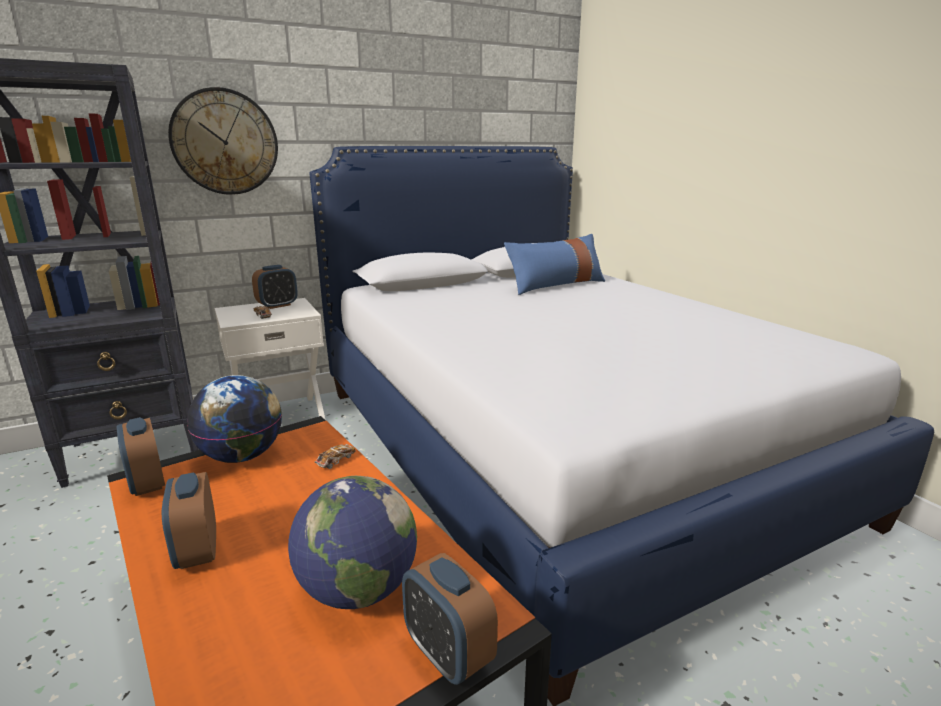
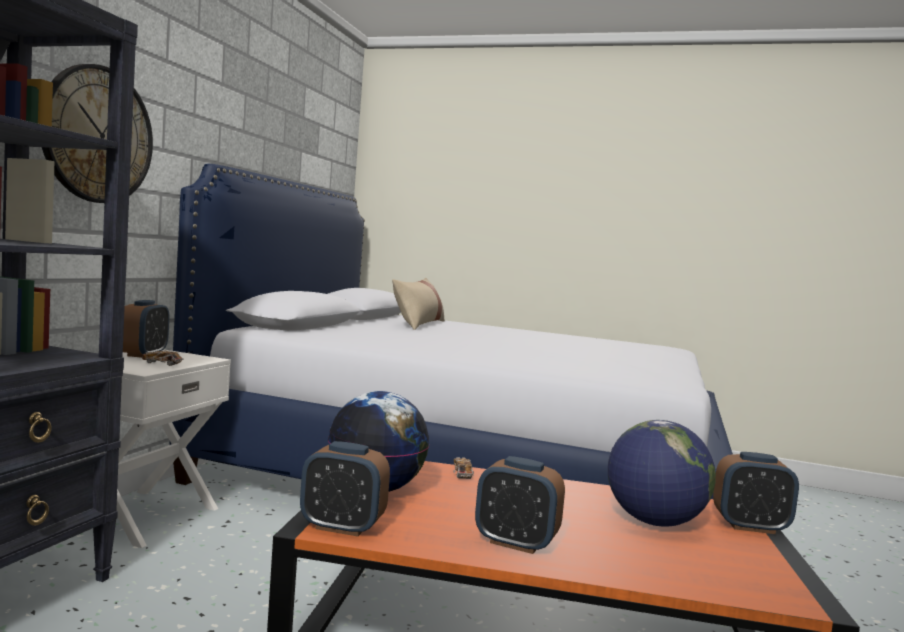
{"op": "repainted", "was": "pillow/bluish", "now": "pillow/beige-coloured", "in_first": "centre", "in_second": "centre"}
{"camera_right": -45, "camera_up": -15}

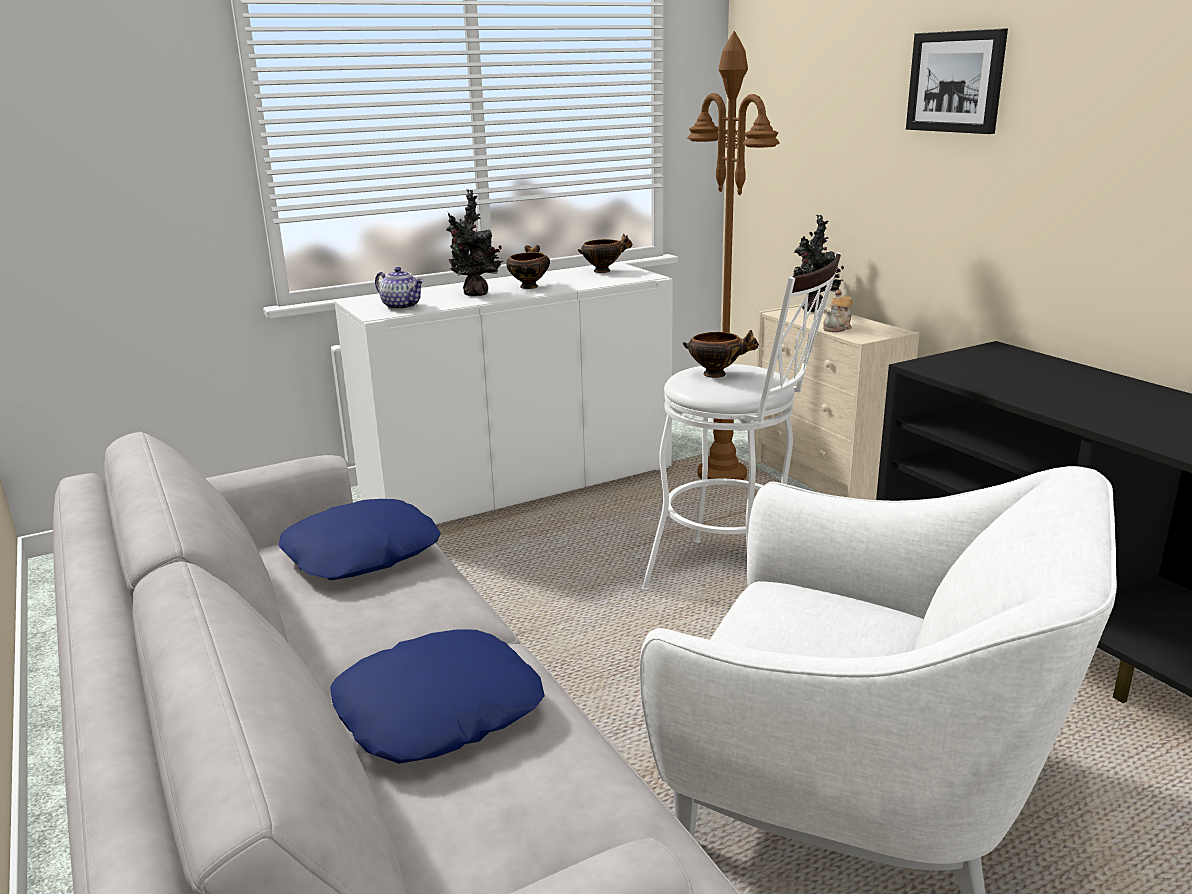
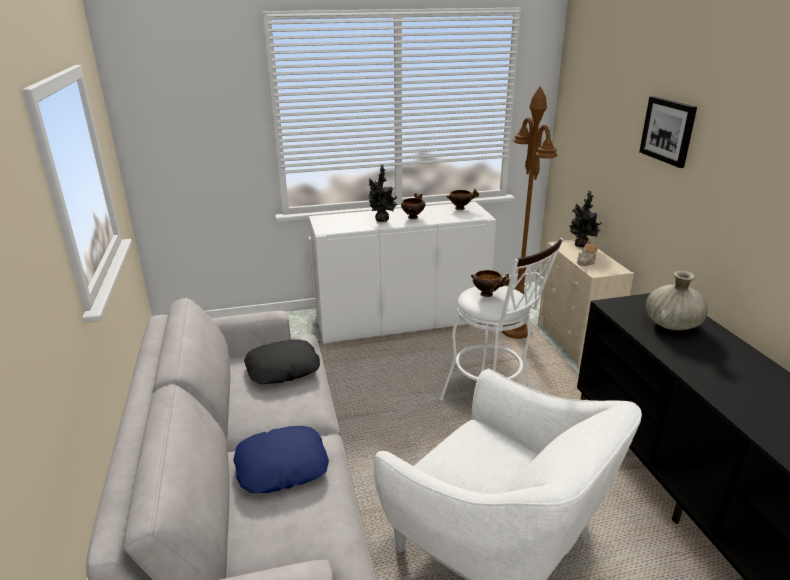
{"op": "repainted", "was": "pillow/bluish (no. 1 from left)", "now": "pillow/blackish", "in_first": "middle left", "in_second": "centre"}
{"op": "gone", "was": "teapot (no. 1 from left)", "in_first": "top centre"}
{"op": "new", "now": "flower vase/beige-coloured", "in_second": "middle right"}
{"camera_right": 15, "camera_up": 5}

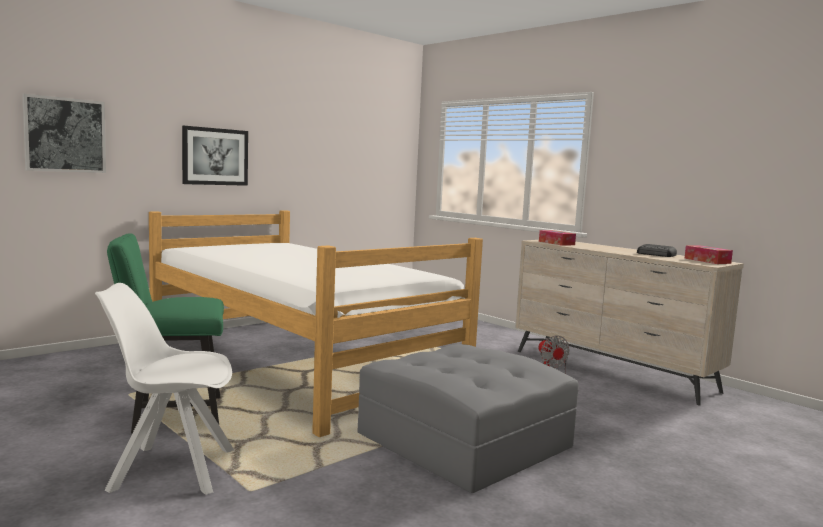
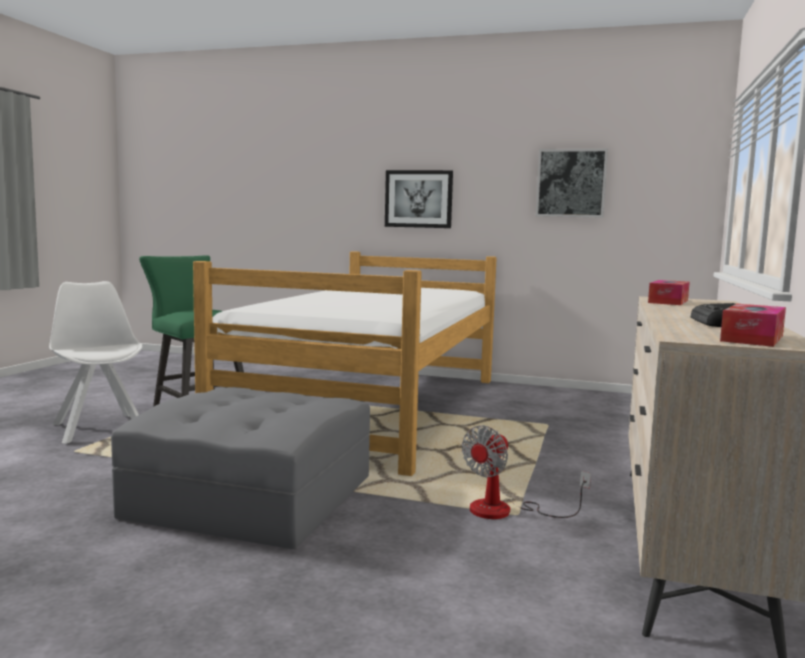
{"op": "shifted", "was": "wall art (no. 1 from left in the first image)", "now": "wall art (no. 2 from left)", "in_first": "top left", "in_second": "top right"}
{"camera_right": 60, "camera_up": 0}

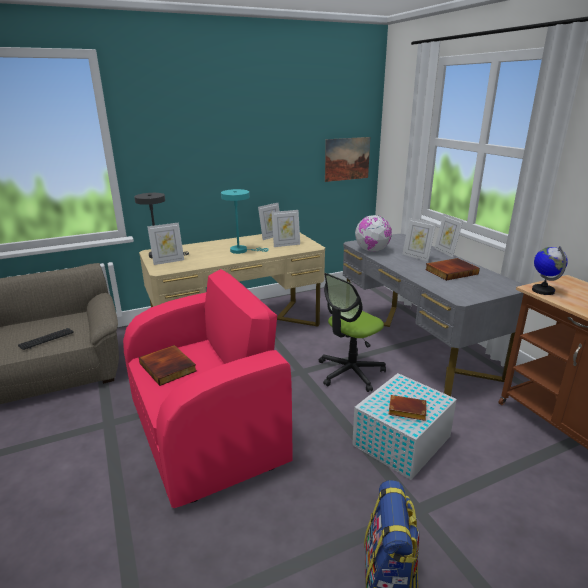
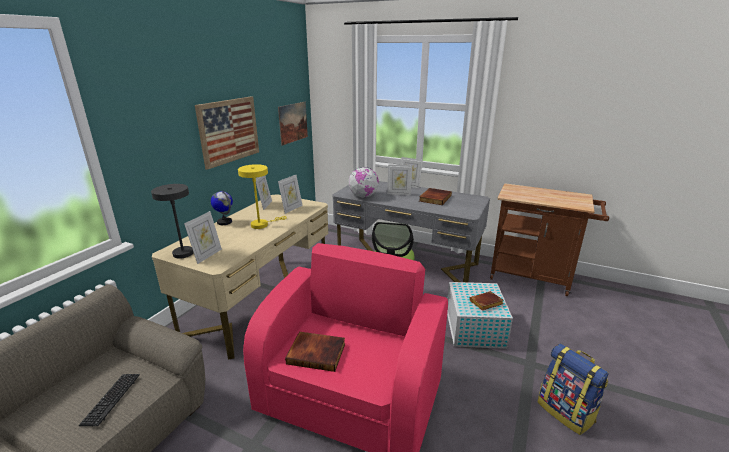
{"op": "repainted", "was": "table lamp/blue-green", "now": "table lamp/yellowish", "in_first": "centre", "in_second": "centre"}
{"op": "shifted", "was": "globe (no. 2 from left in the first image)", "now": "globe (no. 1 from left)", "in_first": "middle right", "in_second": "middle left"}
{"op": "new", "now": "wall art (no. 1 from left)", "in_second": "top left"}
{"camera_right": -40, "camera_up": 0}

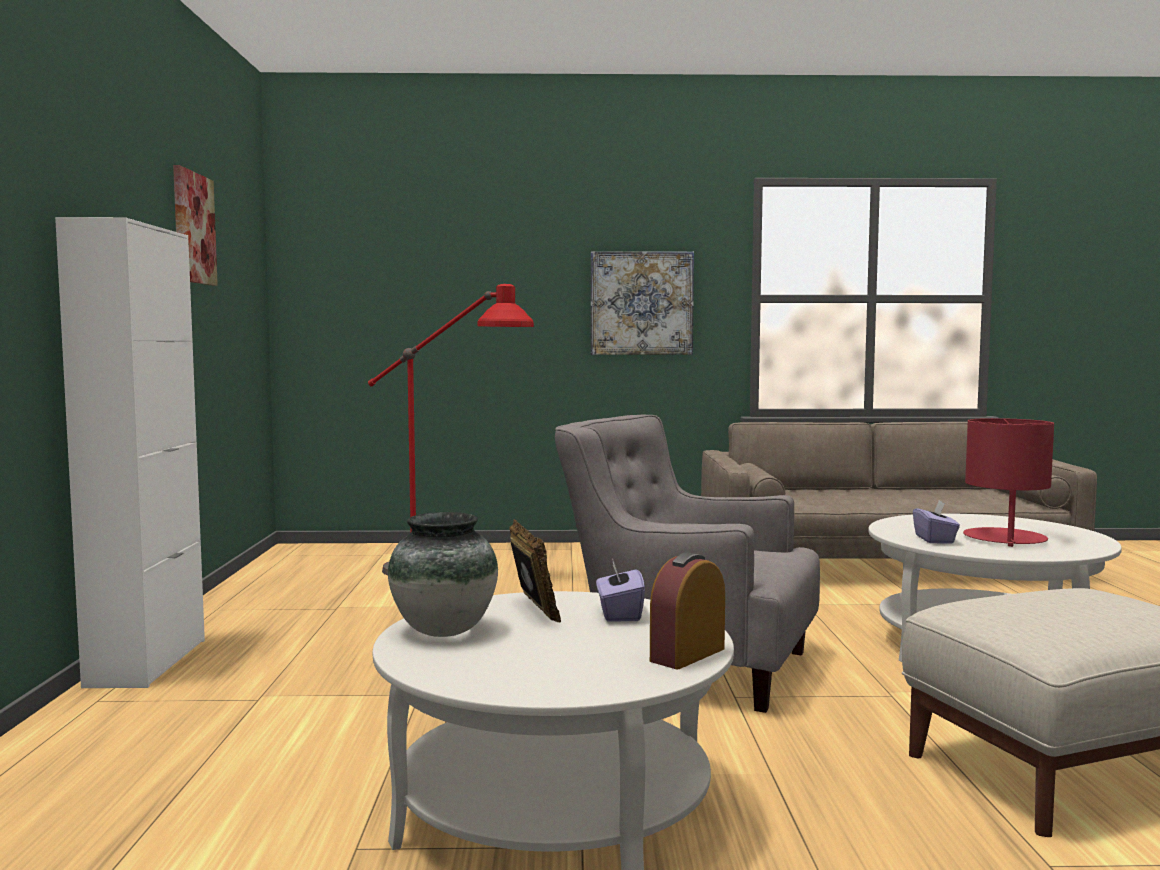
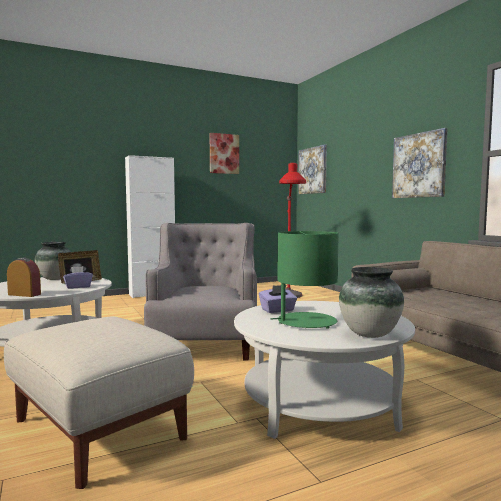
{"op": "repainted", "was": "table lamp/reddish", "now": "table lamp/green-coloured", "in_first": "middle right", "in_second": "centre"}
{"op": "new", "now": "wall art (no. 2 from left)", "in_second": "centre"}
{"op": "new", "now": "flower vase (no. 2 from left)", "in_second": "middle right"}
{"camera_right": 65, "camera_up": 0}

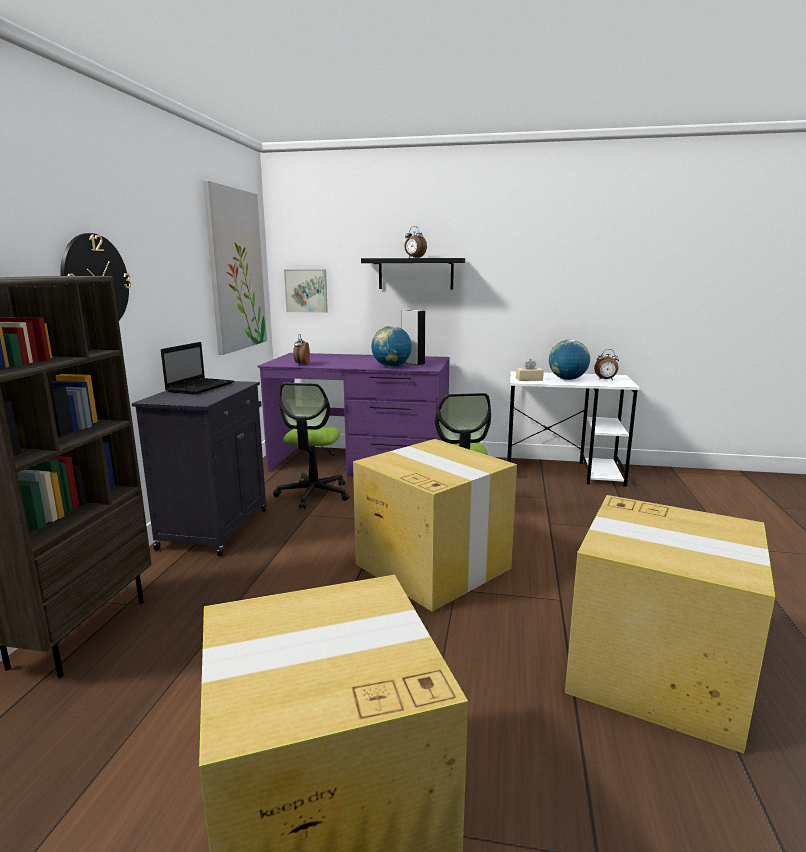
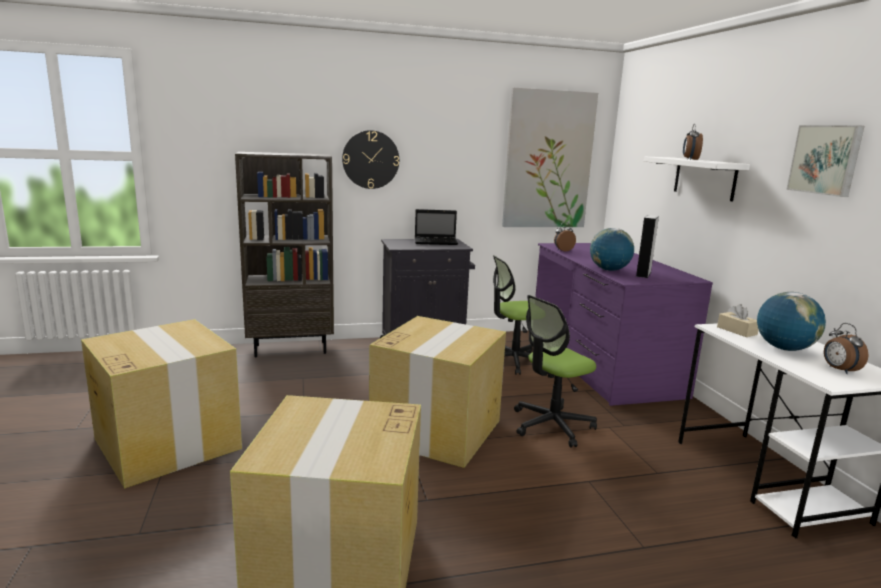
{"op": "shifted", "was": "wall art (no. 2 from left)", "in_first": "centre", "in_second": "top right"}
{"op": "repainted", "was": "wall shelf/blackish", "now": "wall shelf/white-coloured", "in_first": "top centre", "in_second": "top right"}
{"camera_right": 65, "camera_up": 0}

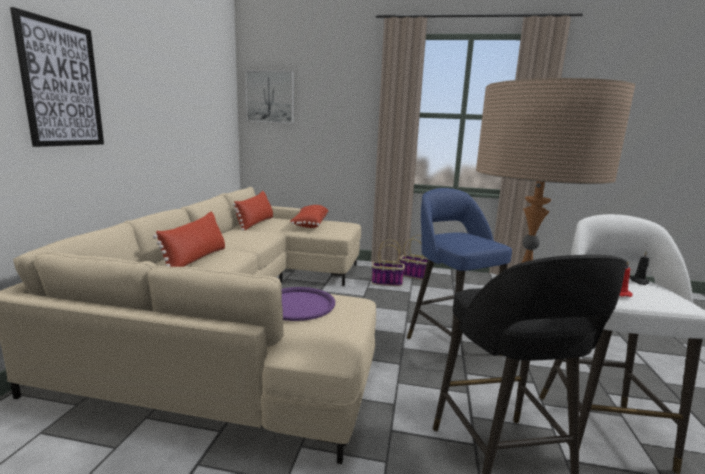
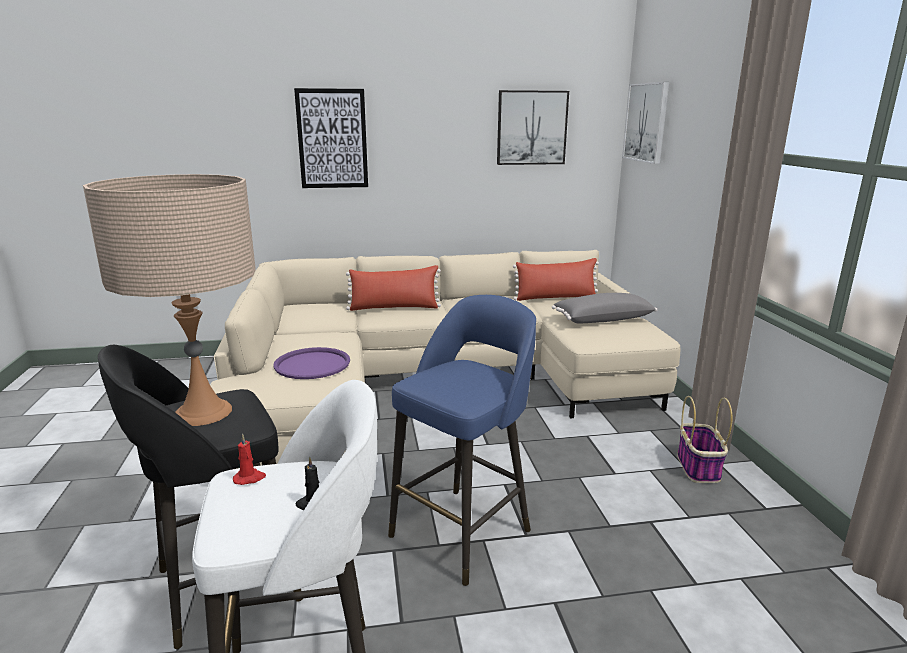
{"op": "repainted", "was": "pillow/reddish (no. 3 from left)", "now": "pillow/gray", "in_first": "centre", "in_second": "centre"}
{"op": "gone", "was": "basket (no. 1 from left)", "in_first": "centre"}
{"op": "new", "now": "wall art (no. 2 from left)", "in_second": "top centre"}
{"camera_right": 70, "camera_up": 5}

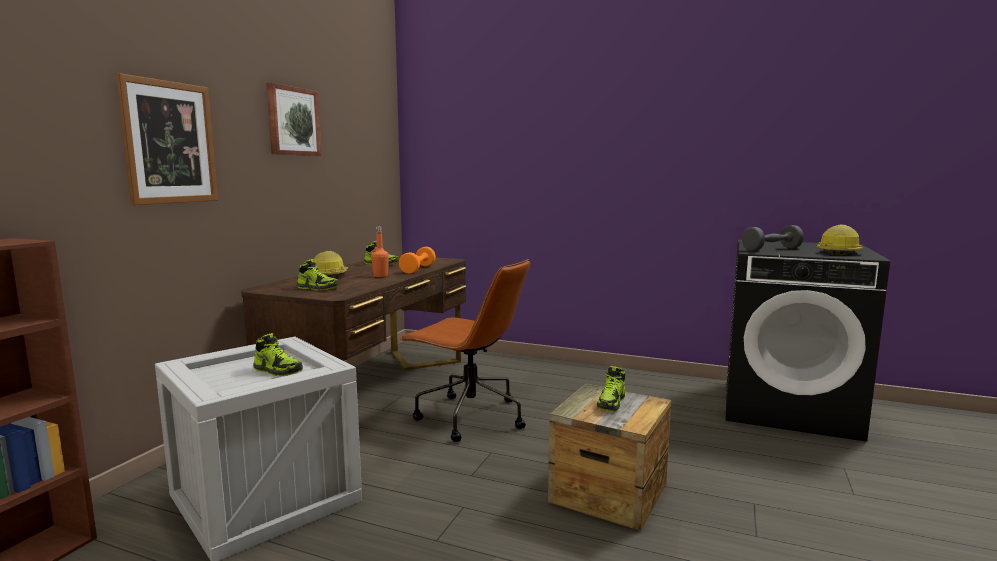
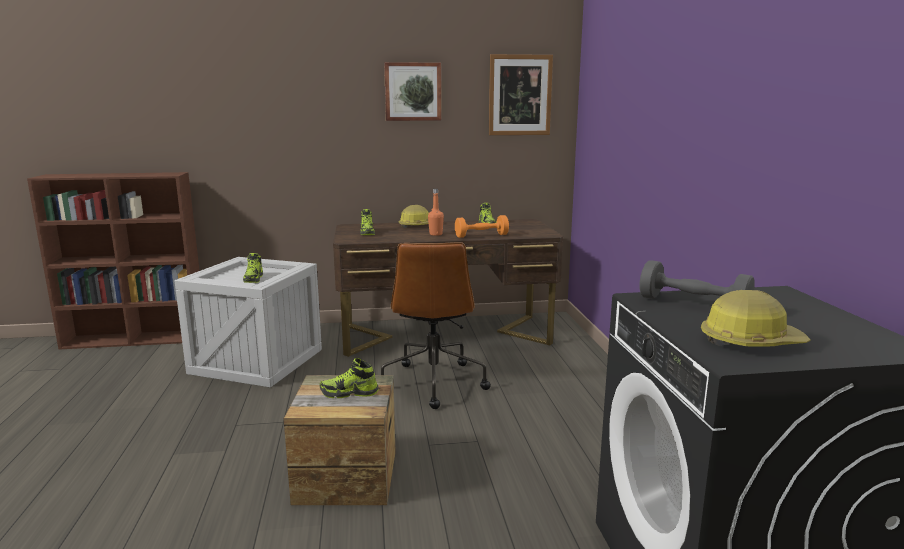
{"op": "shifted", "was": "wall art (no. 1 from left in the first image)", "now": "wall art (no. 2 from left)", "in_first": "top left", "in_second": "top centre"}
{"camera_right": 60, "camera_up": 5}

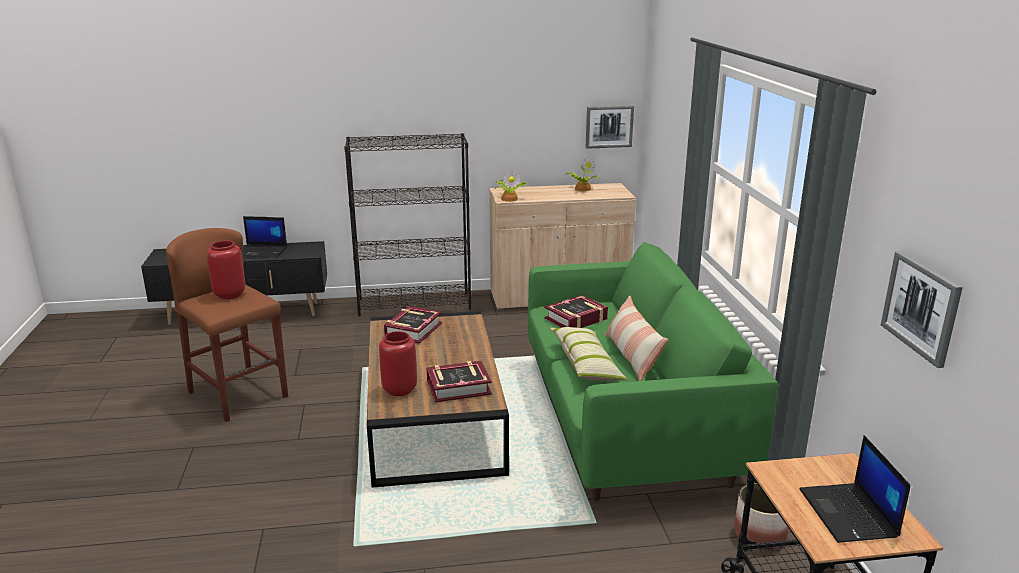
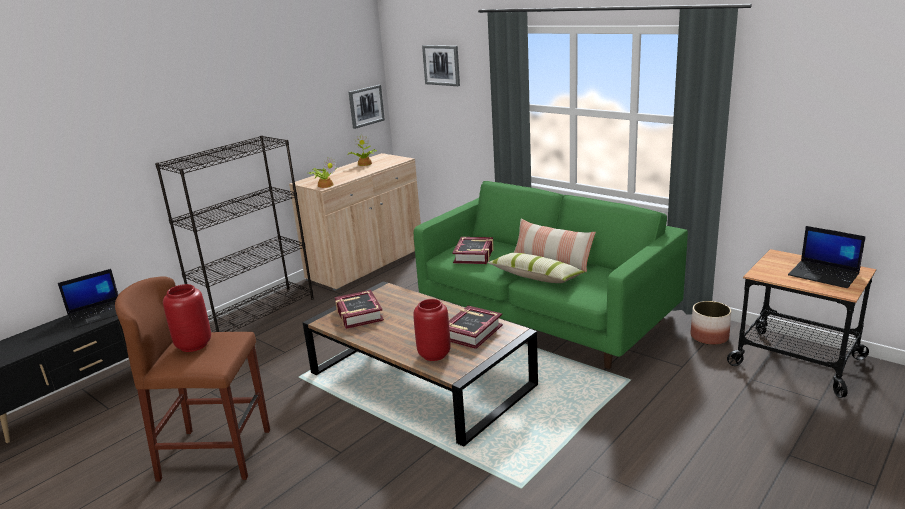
{"op": "shifted", "was": "wall art (no. 2 from left)", "in_first": "middle right", "in_second": "top centre"}
{"camera_right": -40, "camera_up": 0}

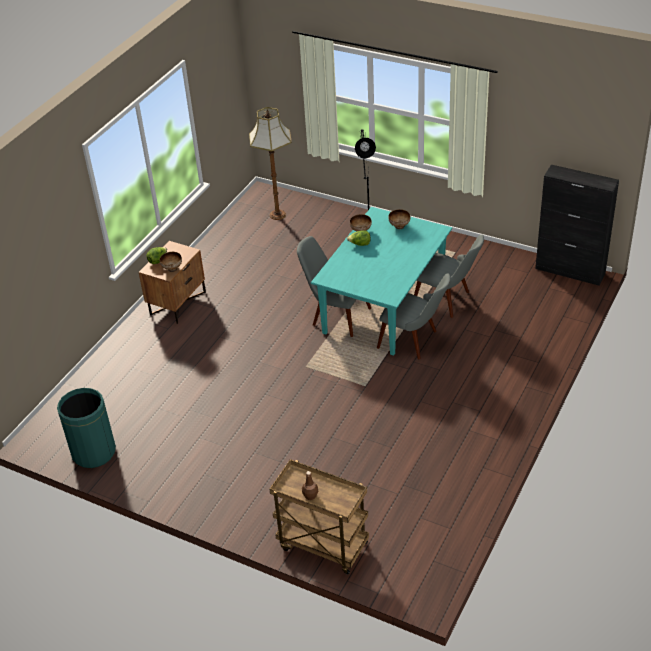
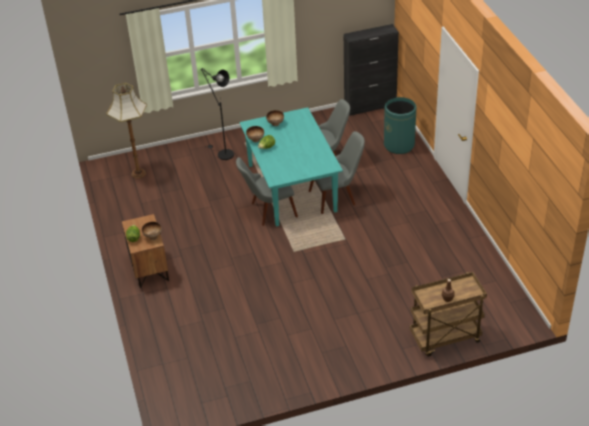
{"op": "shifted", "was": "waste bin/green-coloured", "in_first": "middle left", "in_second": "top right"}
{"camera_right": -45, "camera_up": 0}

